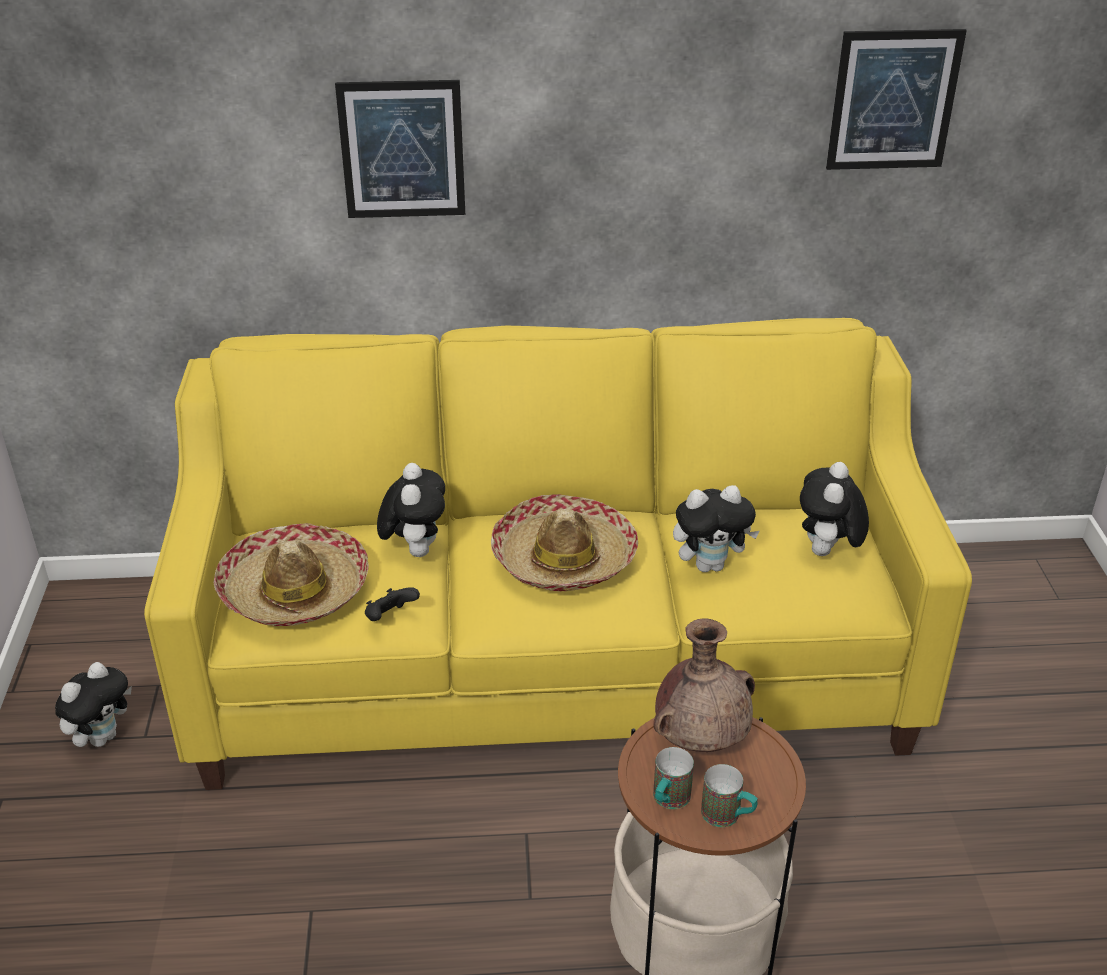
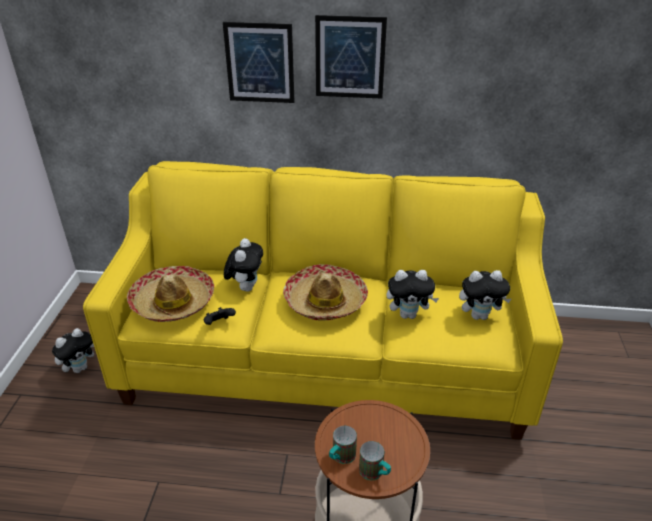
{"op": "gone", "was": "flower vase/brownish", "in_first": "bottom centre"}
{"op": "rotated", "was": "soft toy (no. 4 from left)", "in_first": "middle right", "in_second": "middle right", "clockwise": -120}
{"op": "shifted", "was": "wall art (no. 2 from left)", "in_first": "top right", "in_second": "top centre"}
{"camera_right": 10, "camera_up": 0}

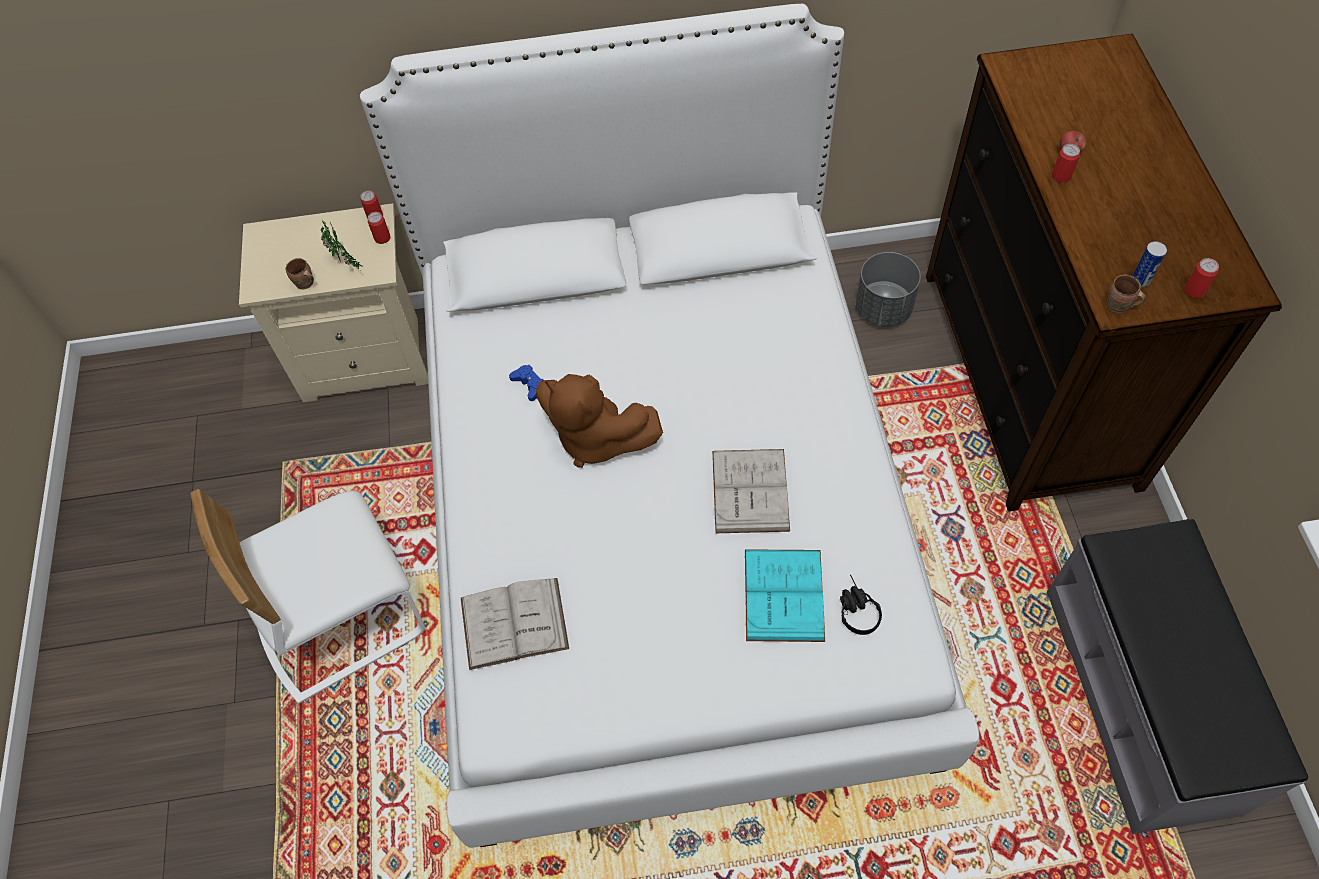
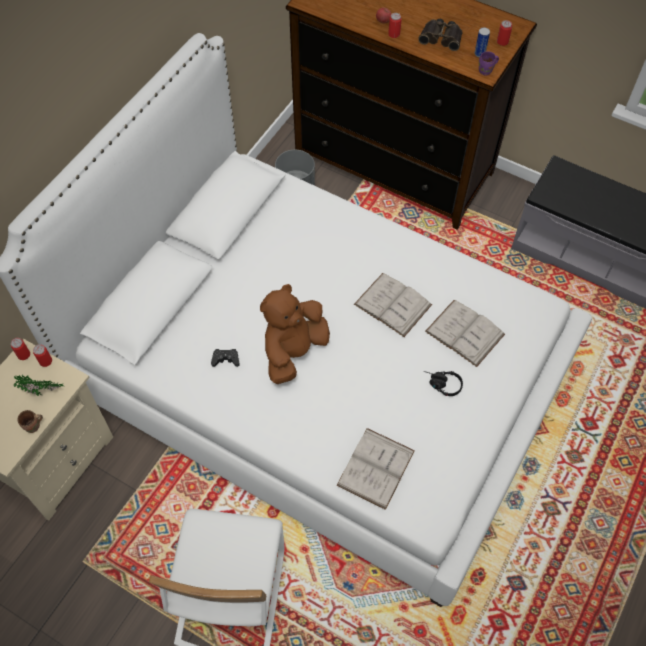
{"op": "repainted", "was": "gamepad/bluish", "now": "gamepad/blackish", "in_first": "centre", "in_second": "centre"}
{"op": "rotated", "was": "soft toy/brownish", "in_first": "centre", "in_second": "centre", "clockwise": 150}
{"op": "repainted", "was": "volume/blue-green", "now": "volume/white-coloured (no. 3 from left)", "in_first": "bottom centre", "in_second": "middle right"}
{"op": "shifted", "was": "headset/blackish", "in_first": "bottom centre", "in_second": "middle right"}
{"op": "repainted", "was": "tea mug/brownish (no. 2 from left)", "now": "tea mug/purple", "in_first": "middle right", "in_second": "top right"}
{"op": "new", "now": "binoculars", "in_second": "top right"}
{"camera_right": -55, "camera_up": 0}

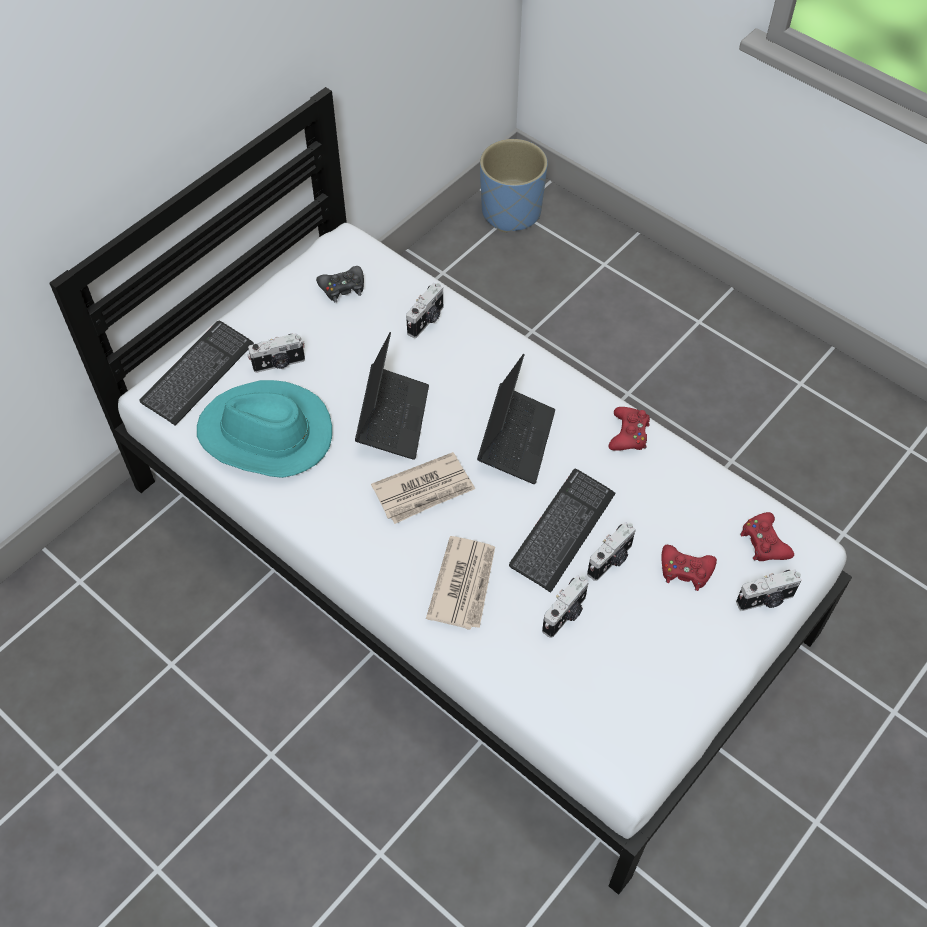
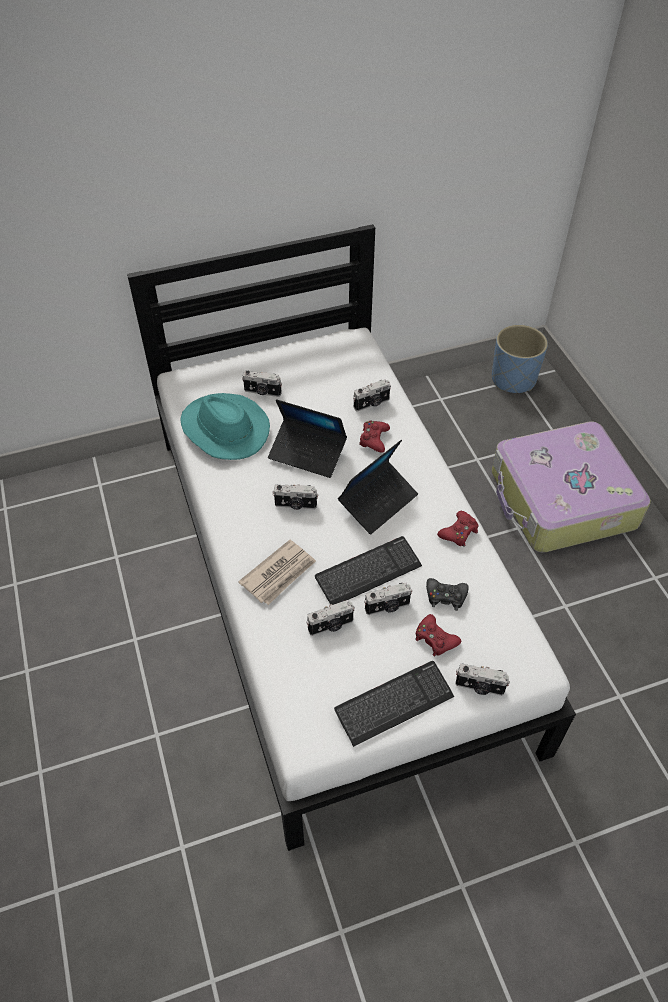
{"op": "shifted", "was": "keyboard (no. 1 from left in the first image)", "now": "keyboard (no. 2 from left)", "in_first": "middle left", "in_second": "bottom centre"}
{"op": "shifted", "was": "gamepad/blackish", "in_first": "top centre", "in_second": "middle right"}
{"op": "rotated", "was": "portable computer (no. 1 from left)", "in_first": "centre", "in_second": "centre", "clockwise": 75}
{"op": "swapped", "was": "printed paper (no. 1 from left)", "now": "photo camera (no. 2 from left)", "in_first": "centre", "in_second": "centre"}
{"op": "shifted", "was": "gamepad/reddish (no. 3 from left in the first image)", "now": "gamepad/reddish (no. 1 from left)", "in_first": "middle right", "in_second": "centre"}
{"op": "new", "now": "travel case", "in_second": "middle right"}
{"camera_right": 30, "camera_up": -5}

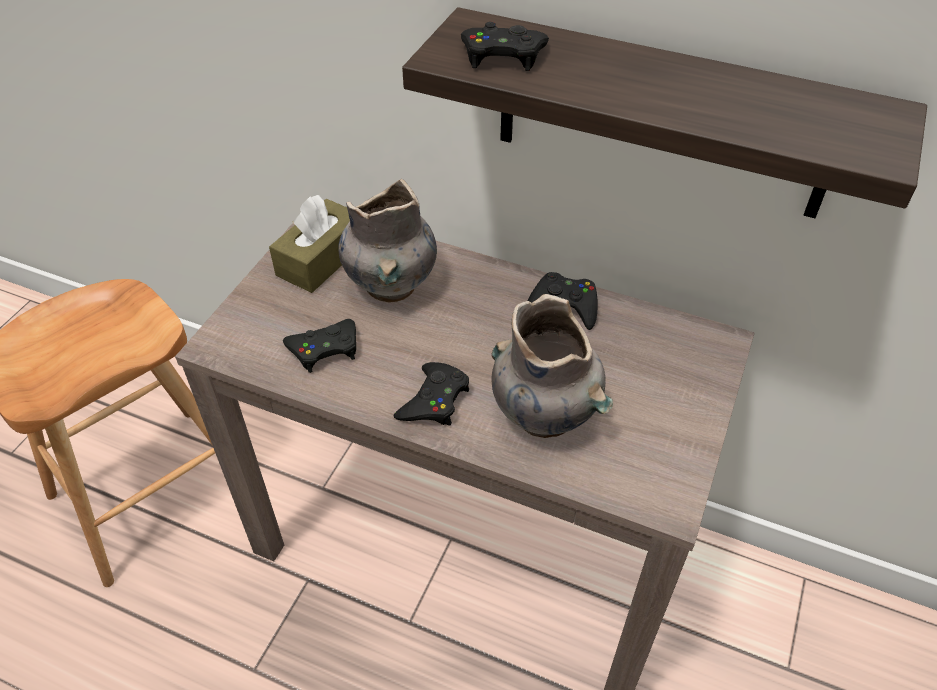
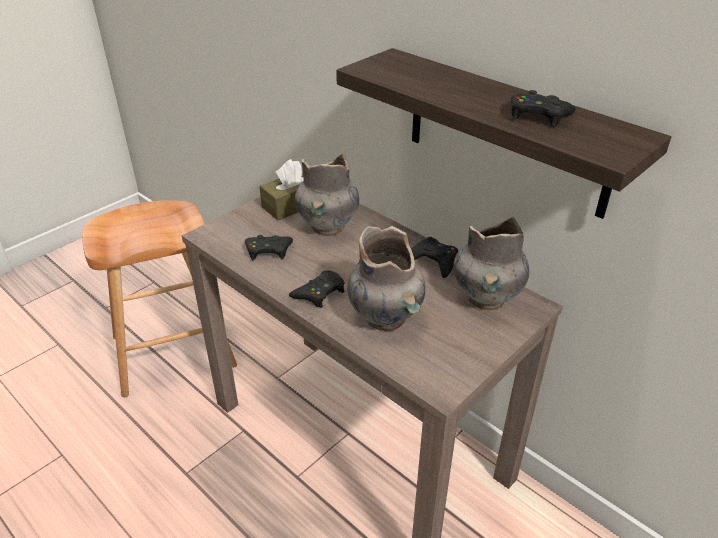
{"op": "shifted", "was": "gamepad/blackish (no. 3 from left in the first image)", "now": "gamepad/blackish (no. 4 from left)", "in_first": "top centre", "in_second": "top right"}
{"op": "new", "now": "flower vase/gray (no. 3 from left)", "in_second": "middle right"}
{"camera_right": 20, "camera_up": -10}

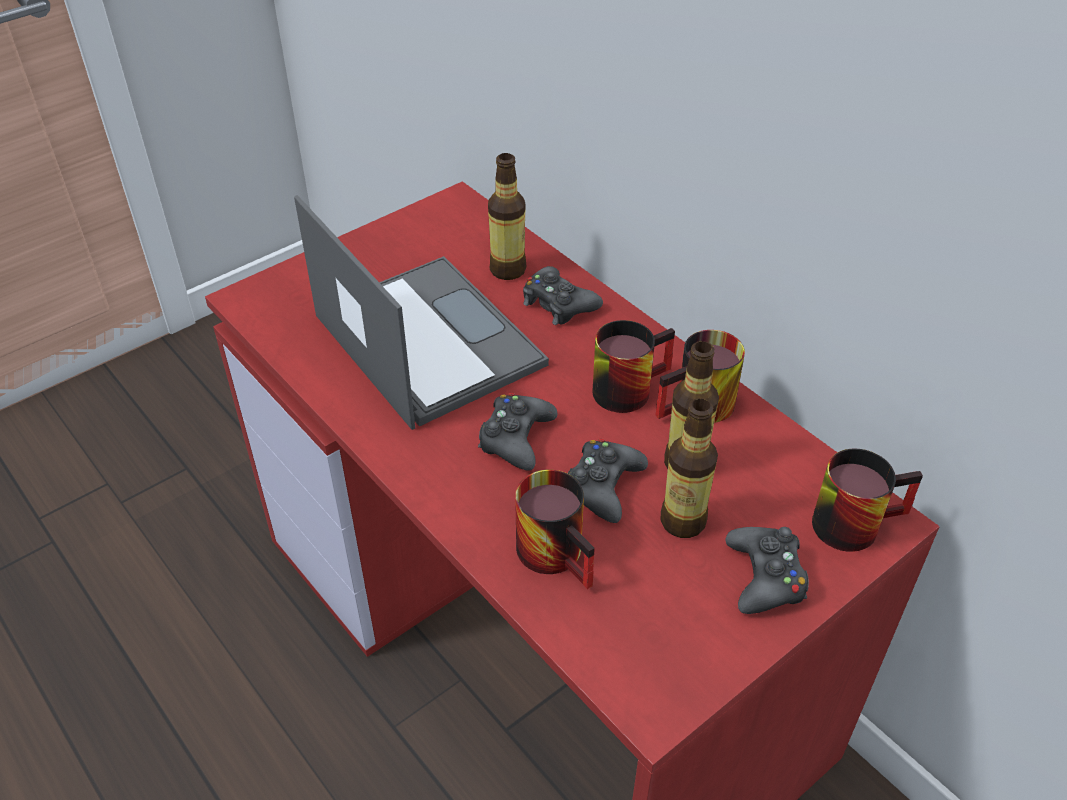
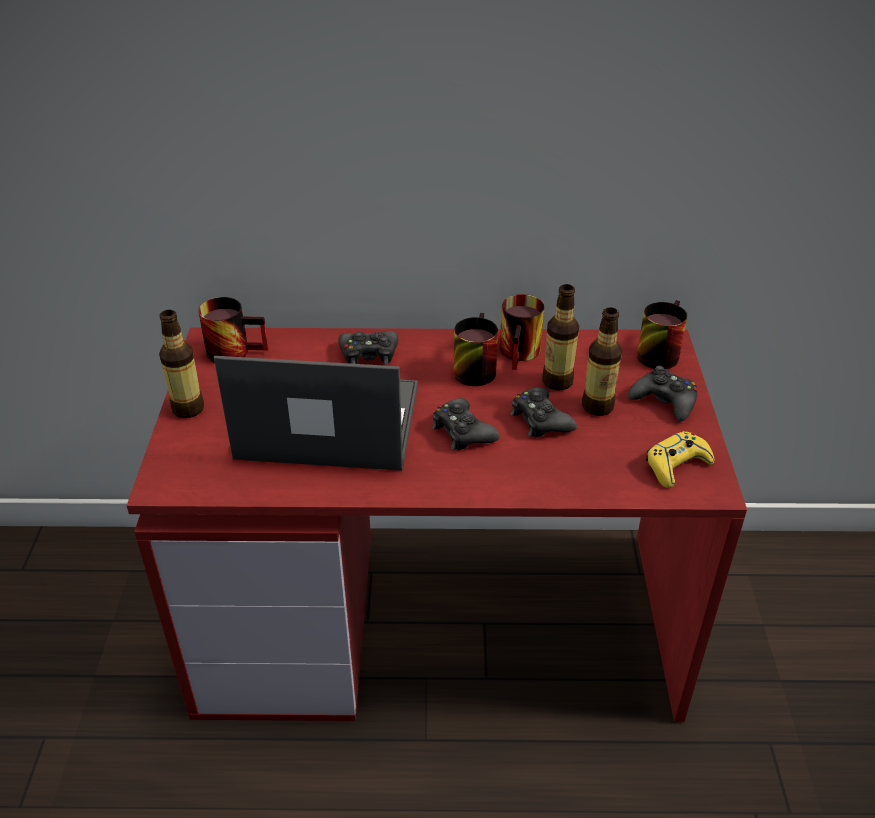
{"op": "shifted", "was": "drink bottle (no. 1 from left)", "in_first": "top centre", "in_second": "middle left"}
{"op": "shifted", "was": "tea mug (no. 1 from left)", "in_first": "centre", "in_second": "middle left"}
{"op": "new", "now": "gamepad/yellowish", "in_second": "middle right"}
{"camera_right": -50, "camera_up": -5}

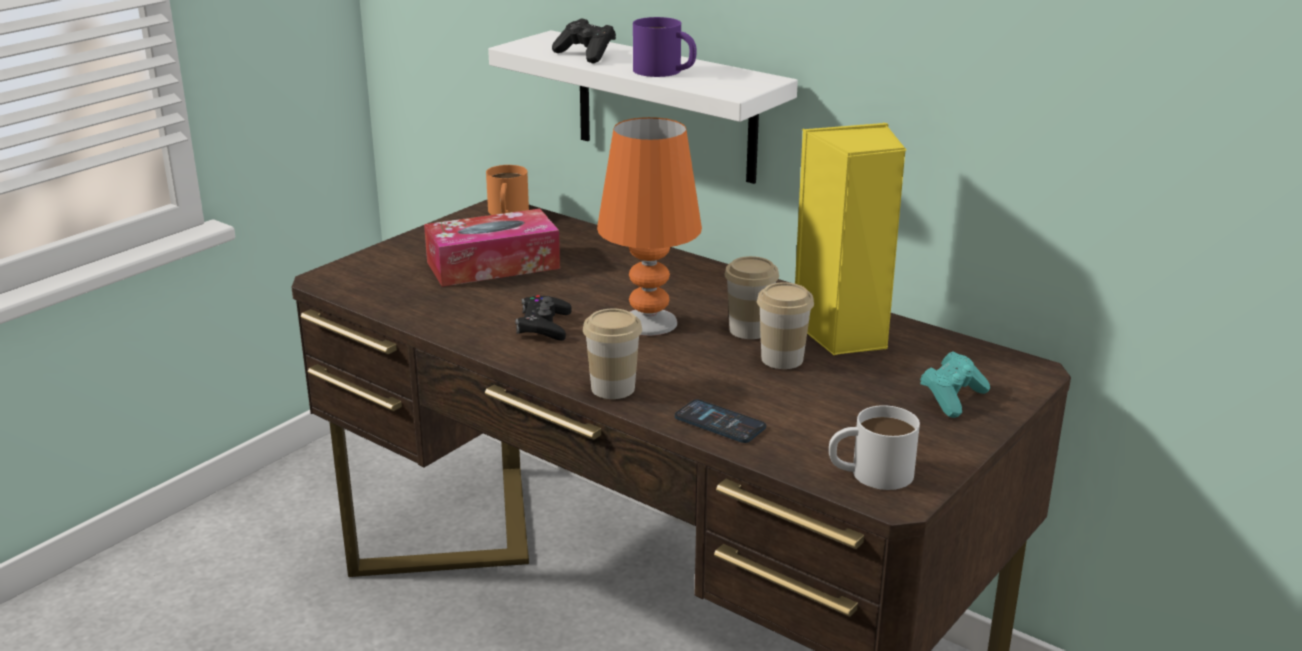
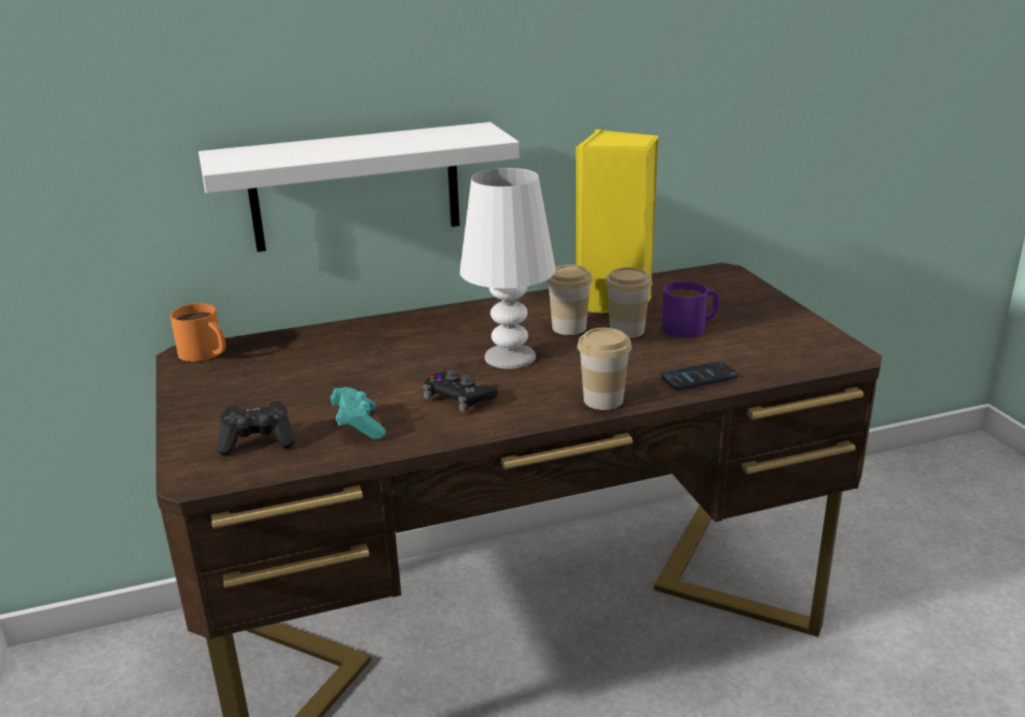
{"op": "gone", "was": "box of tissues", "in_first": "centre"}
{"op": "shifted", "was": "gamepad/blackish (no. 2 from left in the first image)", "now": "gamepad/blackish (no. 1 from left)", "in_first": "top centre", "in_second": "middle left"}
{"op": "repainted", "was": "table lamp/orange", "now": "table lamp/white-coloured", "in_first": "centre", "in_second": "centre"}
{"op": "shifted", "was": "tea mug/purple", "in_first": "top centre", "in_second": "middle right"}
{"op": "gone", "was": "tea mug/white-coloured", "in_first": "bottom right"}
{"op": "shifted", "was": "gamepad/blue-green", "in_first": "middle right", "in_second": "centre"}
{"camera_right": -55, "camera_up": 0}

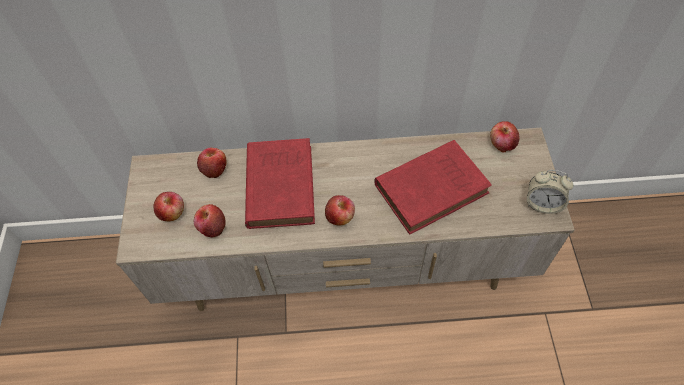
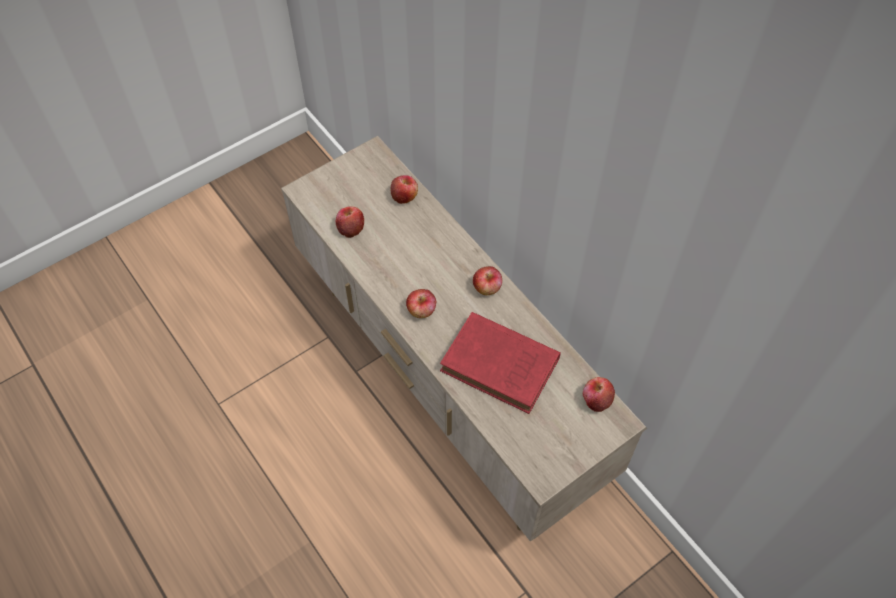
{"op": "shifted", "was": "whole apple (no. 1 from left in the first image)", "now": "whole apple (no. 4 from left)", "in_first": "middle left", "in_second": "centre"}
{"op": "gone", "was": "volume/reddish (no. 1 from left)", "in_first": "centre"}
{"op": "gone", "was": "table clock", "in_first": "middle right"}
{"camera_right": 55, "camera_up": 0}

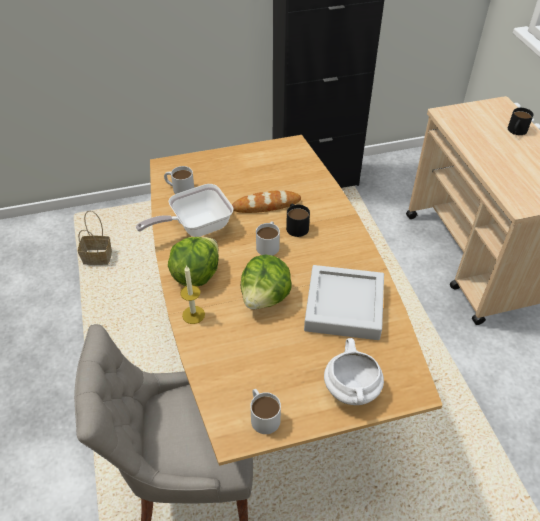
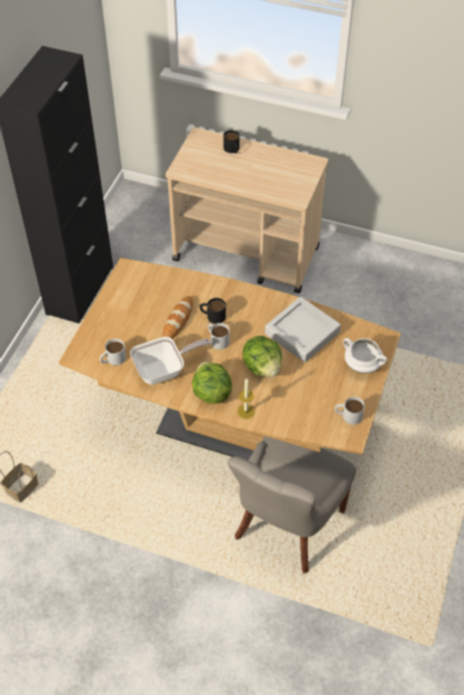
{"op": "rotated", "was": "skillet", "in_first": "centre", "in_second": "centre", "clockwise": -120}
{"camera_right": -55, "camera_up": 5}

